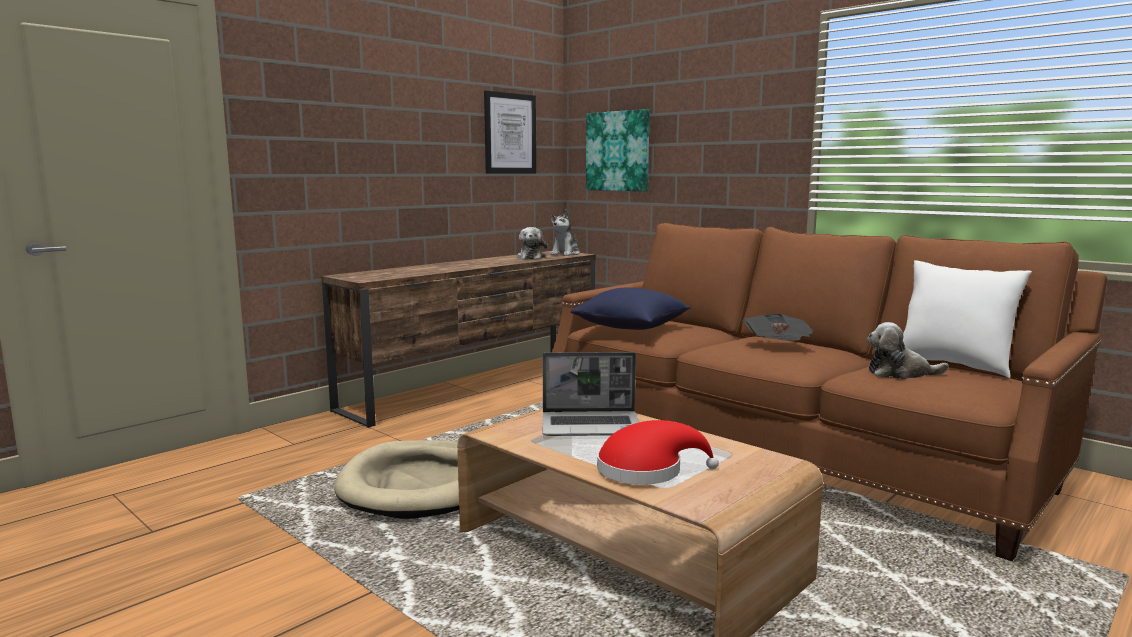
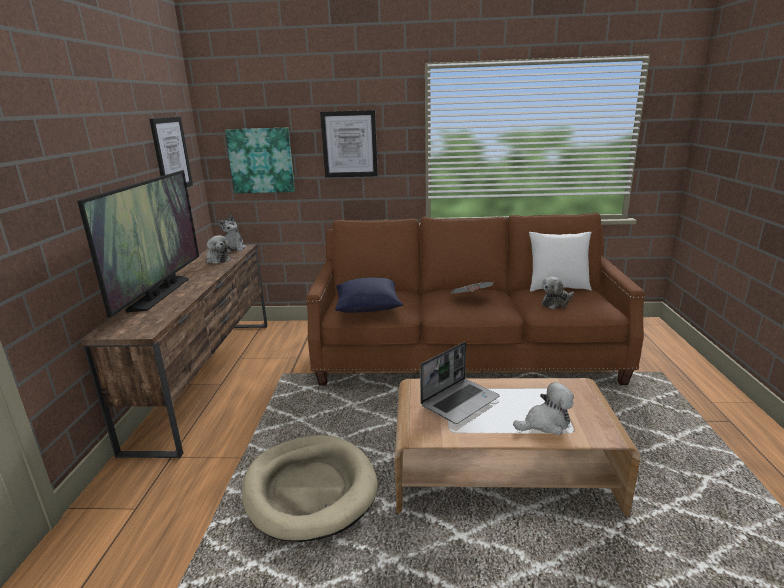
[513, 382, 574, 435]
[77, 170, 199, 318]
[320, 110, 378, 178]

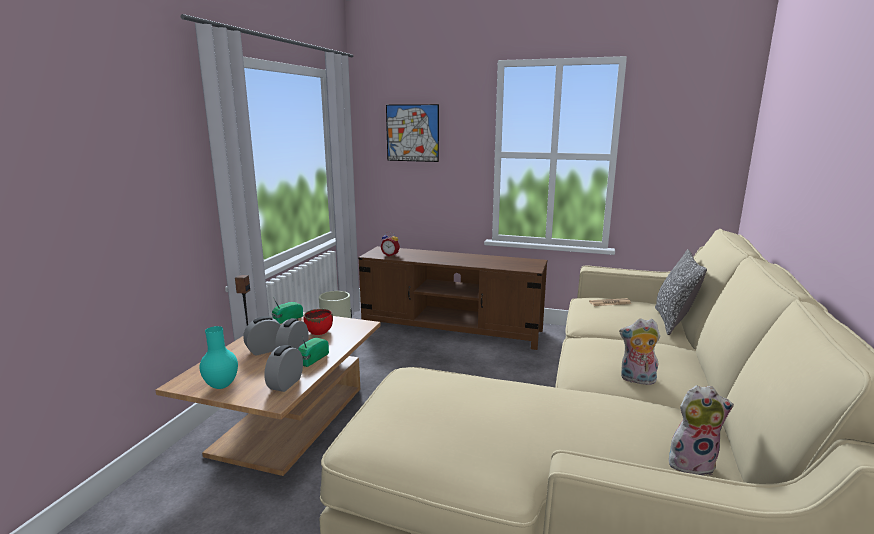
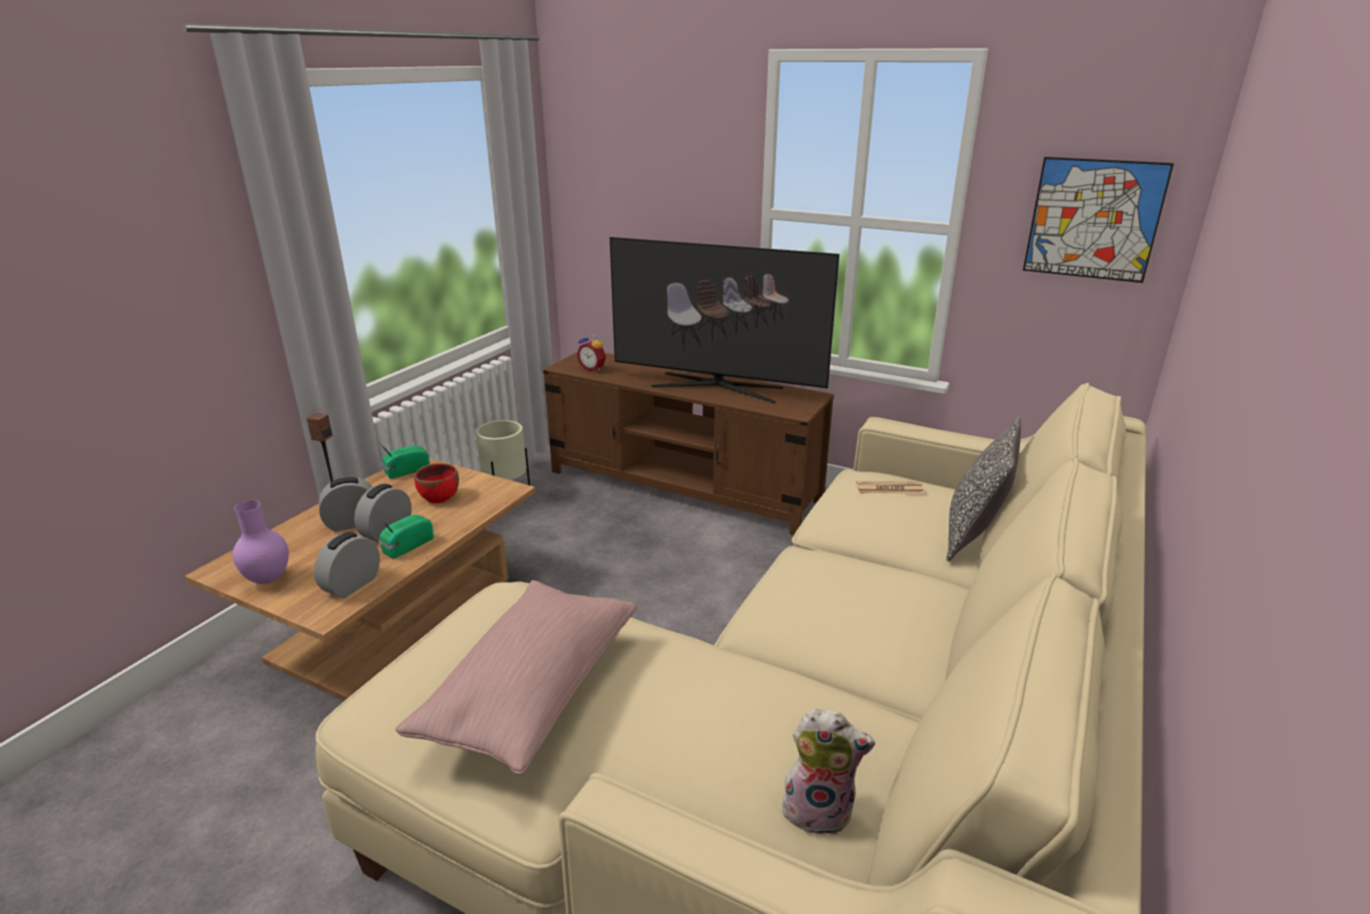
[233, 500, 289, 584]
[1023, 157, 1174, 283]
[619, 318, 660, 385] (first image)
[395, 580, 637, 776]
[610, 237, 839, 403]

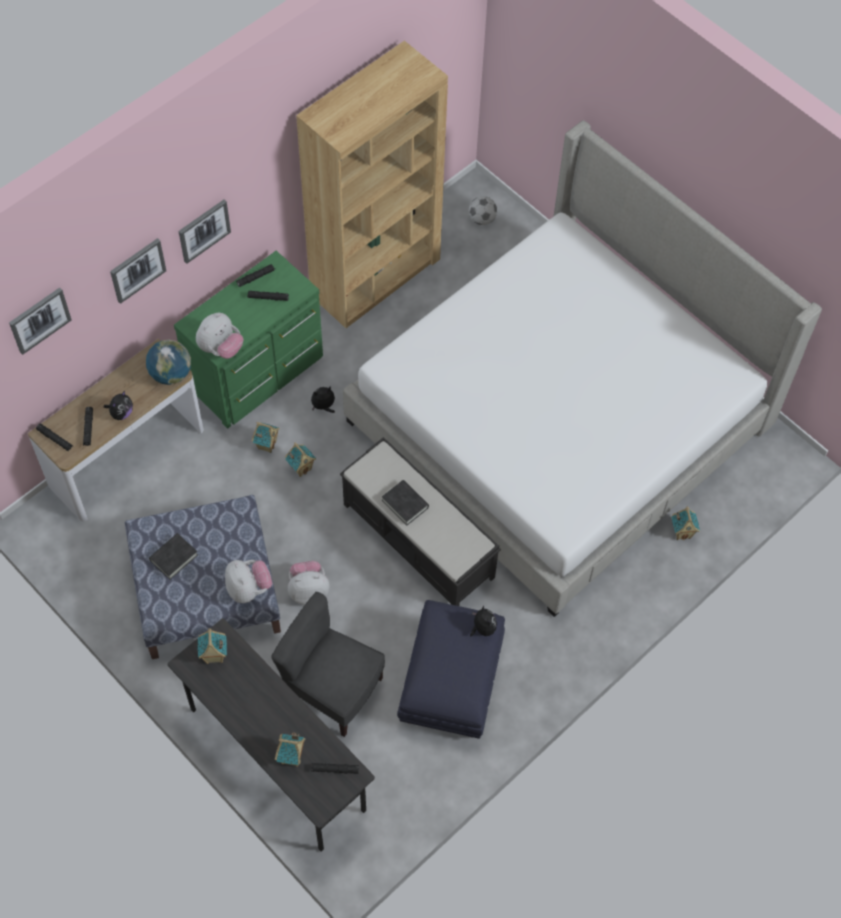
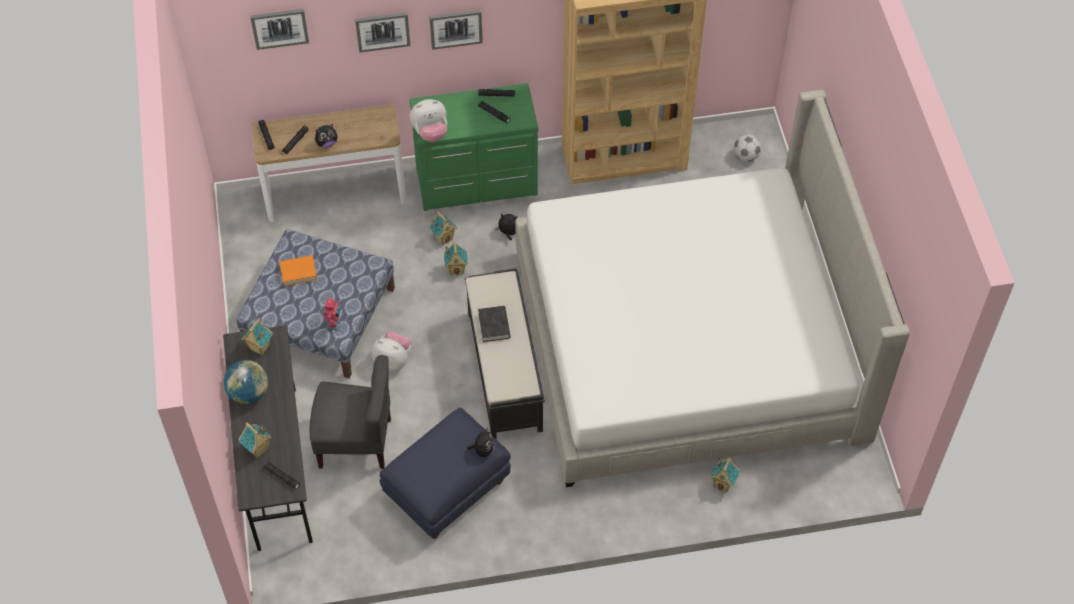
[224, 360, 268, 404]
[279, 255, 317, 286]
[324, 298, 341, 330]
[309, 355, 391, 469]

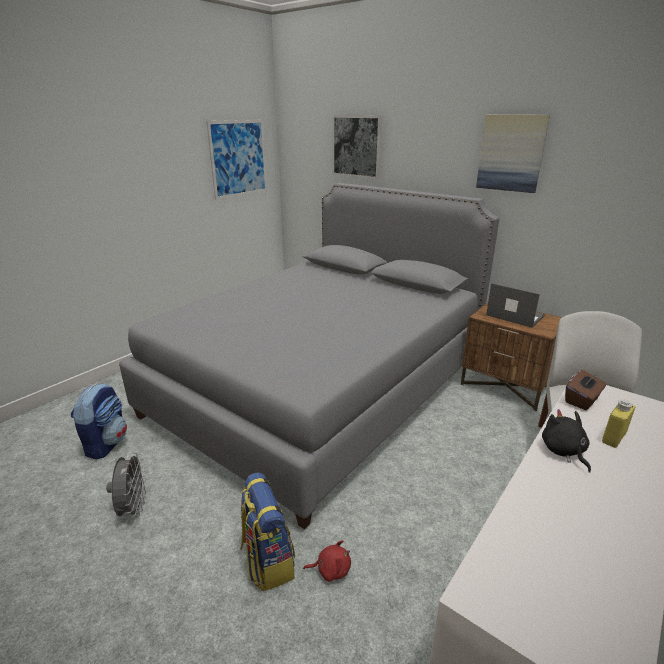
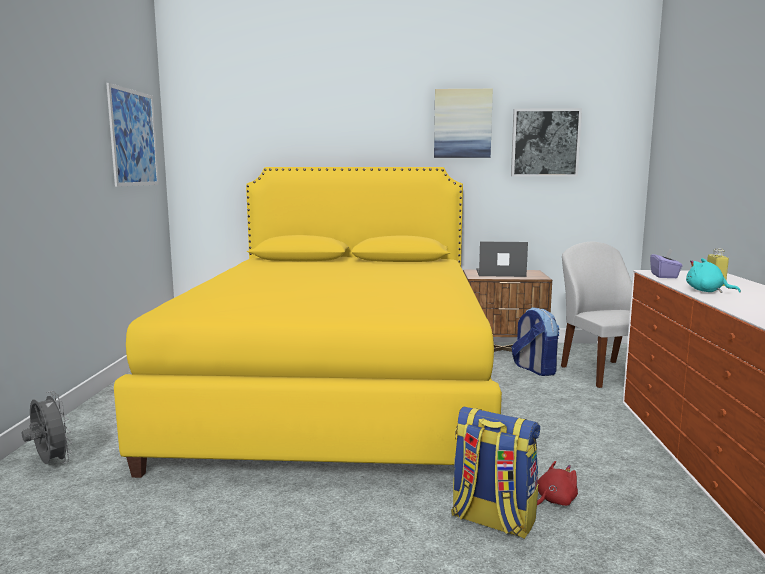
[512, 307, 559, 376]
[22, 391, 72, 464]
[114, 167, 502, 478]
[511, 108, 582, 176]
[686, 258, 741, 293]
[650, 248, 682, 278]

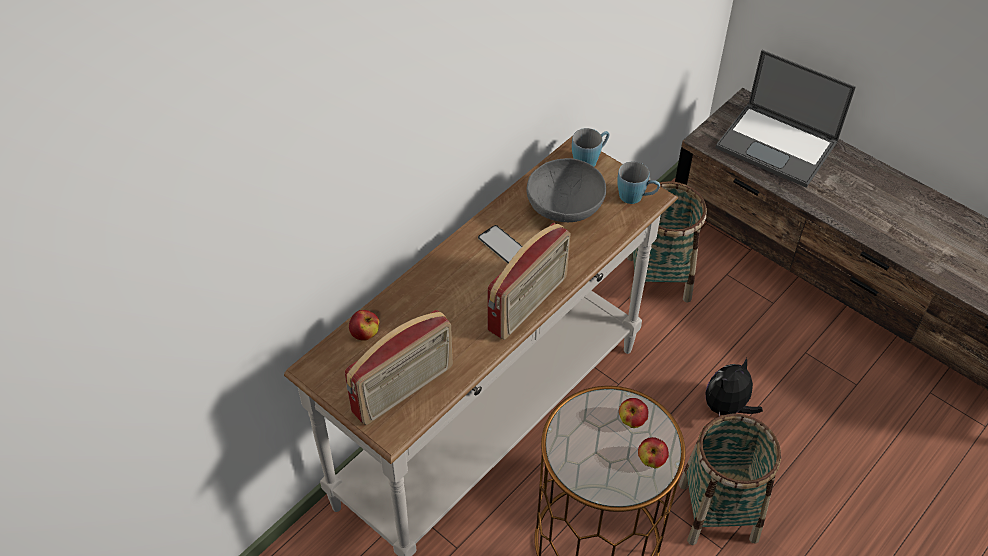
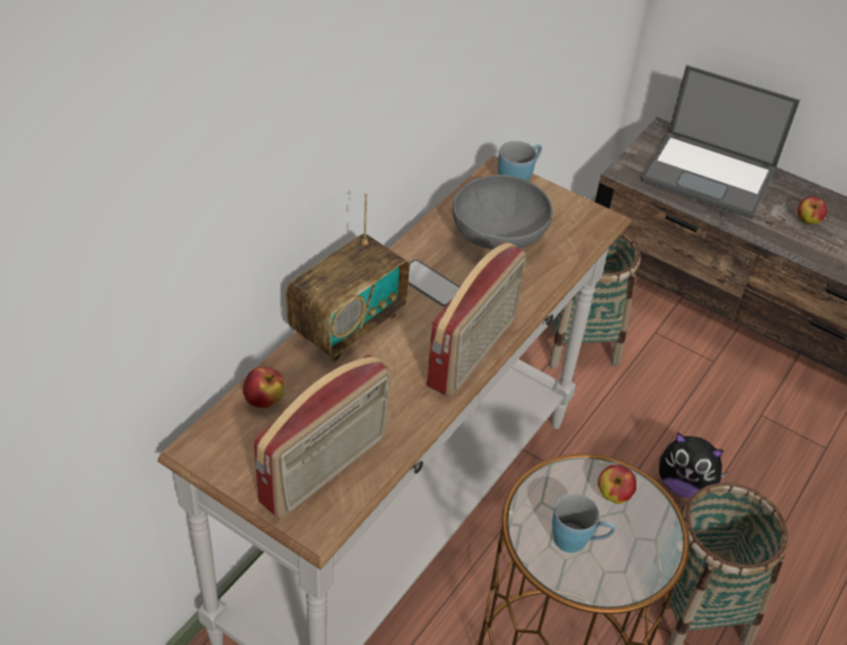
[552, 493, 616, 553]
[797, 197, 827, 225]
[659, 433, 729, 498]
[286, 192, 409, 362]

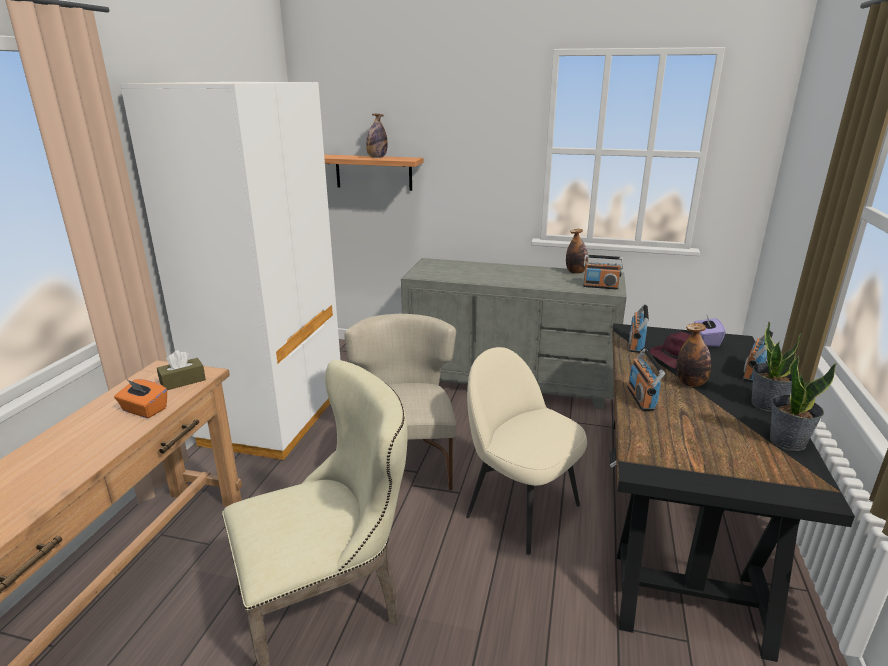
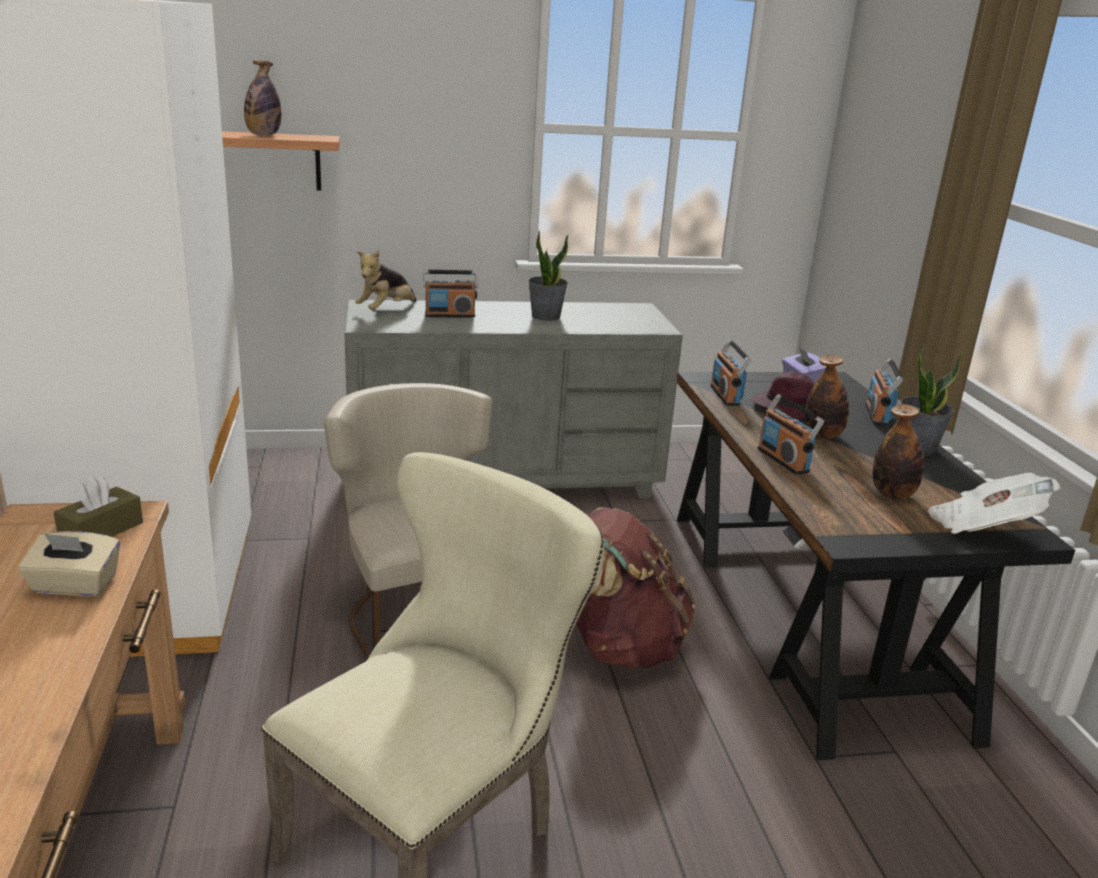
[18, 531, 120, 596]
[576, 507, 695, 669]
[872, 404, 924, 499]
[423, 270, 478, 318]
[528, 231, 568, 321]
[355, 250, 417, 310]
[928, 473, 1060, 534]

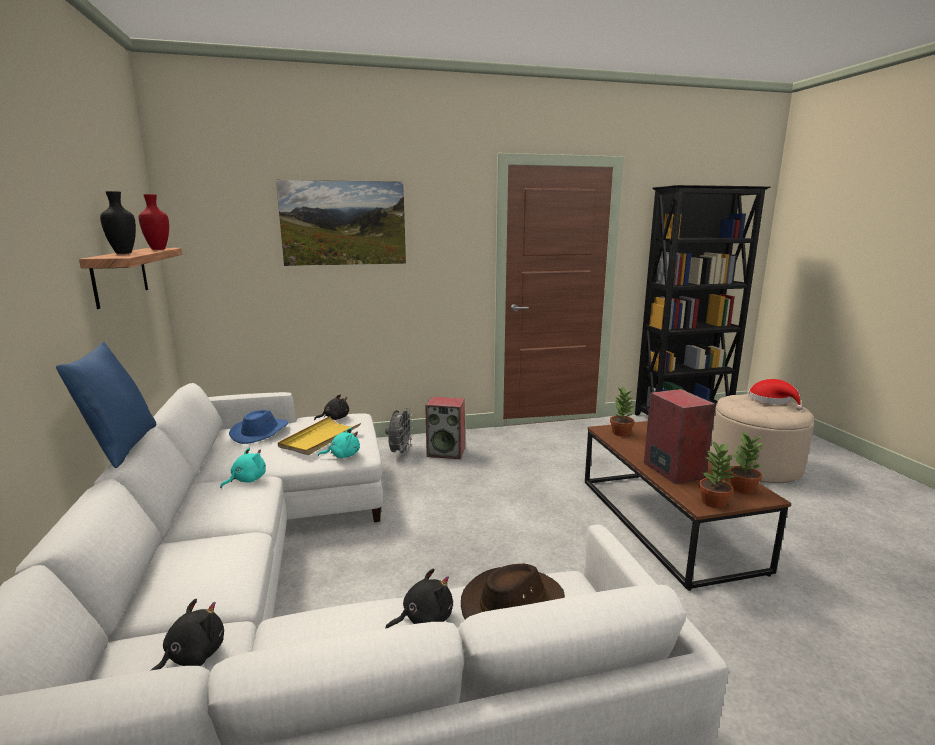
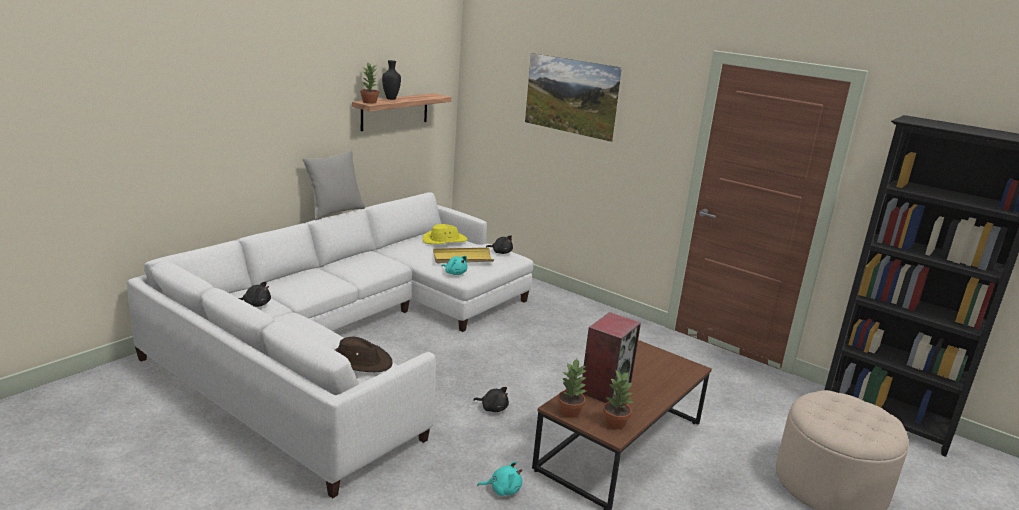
[303, 151, 365, 220]
[139, 194, 169, 250] (first image)
[477, 461, 522, 496]
[422, 224, 468, 244]
[385, 408, 413, 456] (first image)
[473, 387, 509, 412]
[425, 397, 465, 459] (first image)
[360, 63, 379, 104]
[748, 379, 803, 411] (first image)

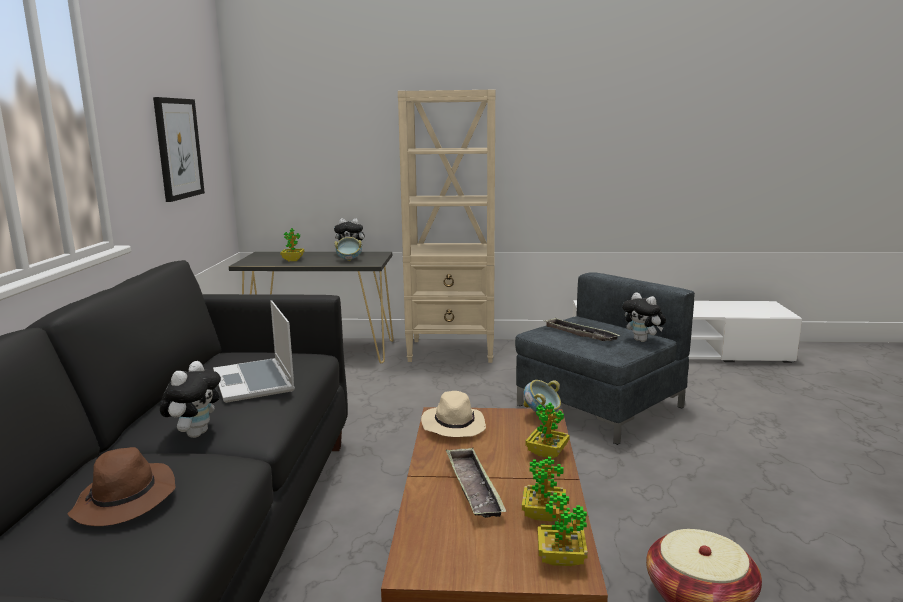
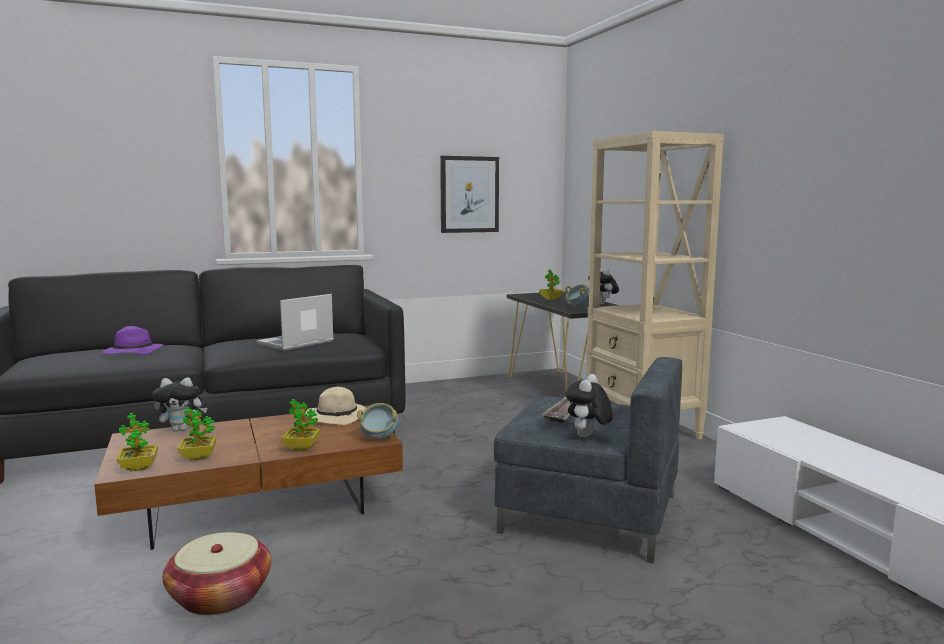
[102, 326, 163, 355]
[152, 377, 207, 431]
[446, 448, 507, 518] (first image)

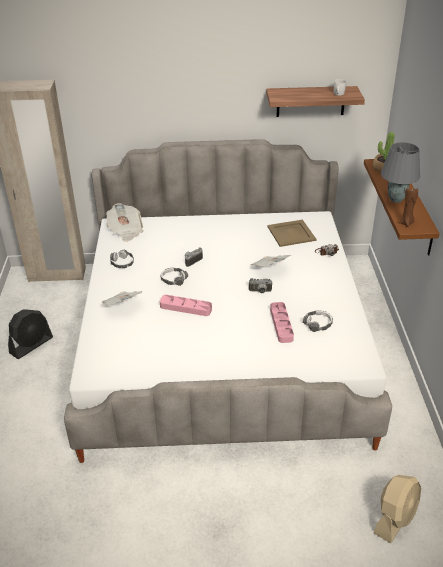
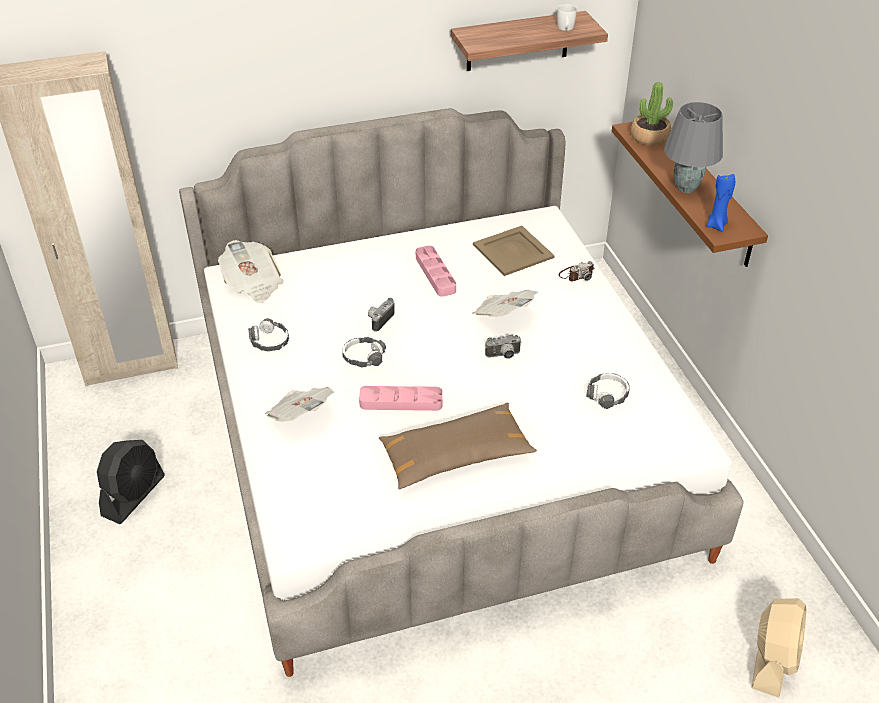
[416, 245, 456, 297]
[706, 174, 735, 232]
[379, 403, 537, 490]

